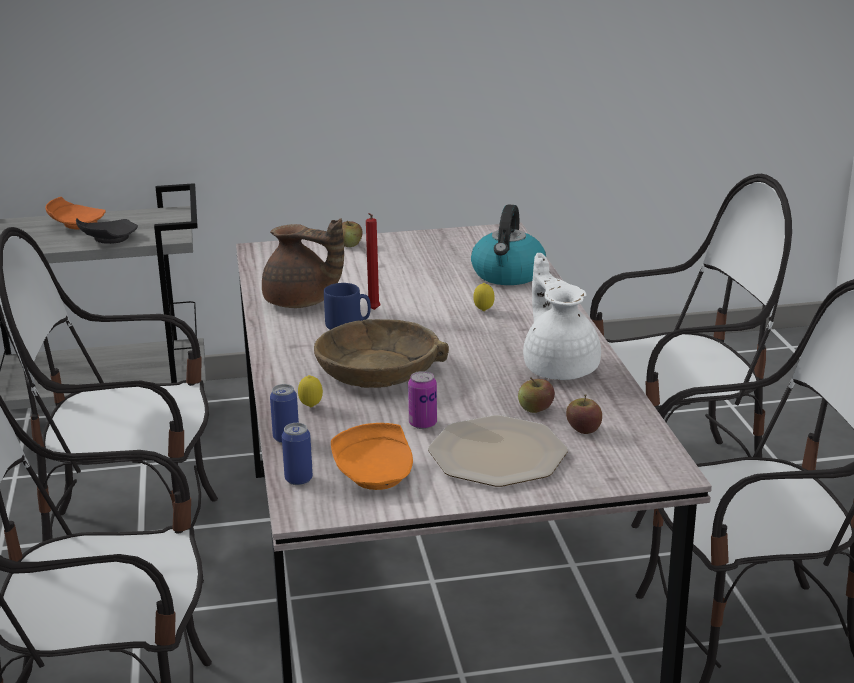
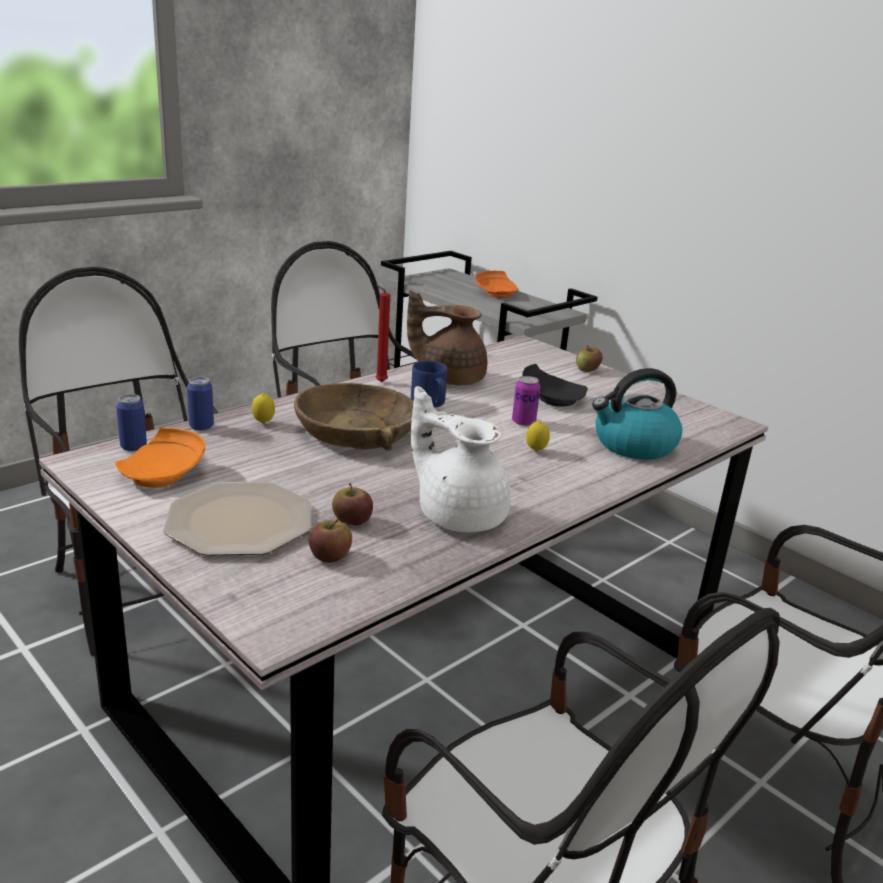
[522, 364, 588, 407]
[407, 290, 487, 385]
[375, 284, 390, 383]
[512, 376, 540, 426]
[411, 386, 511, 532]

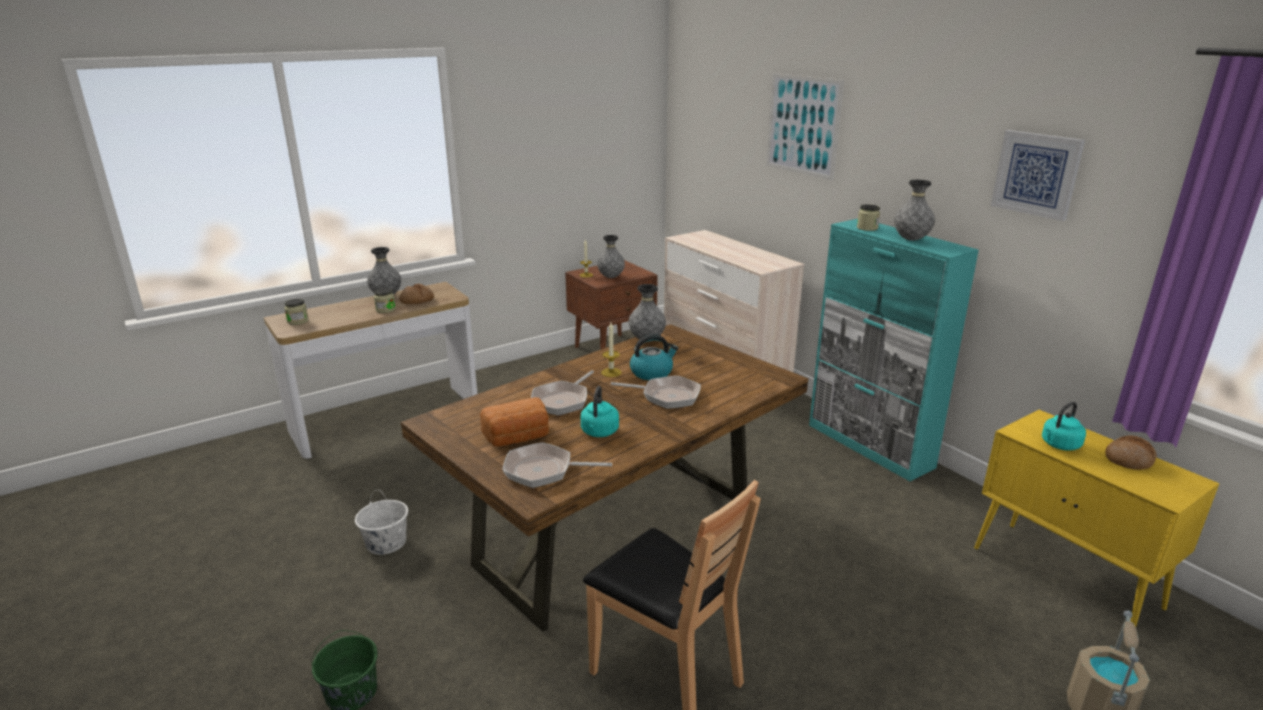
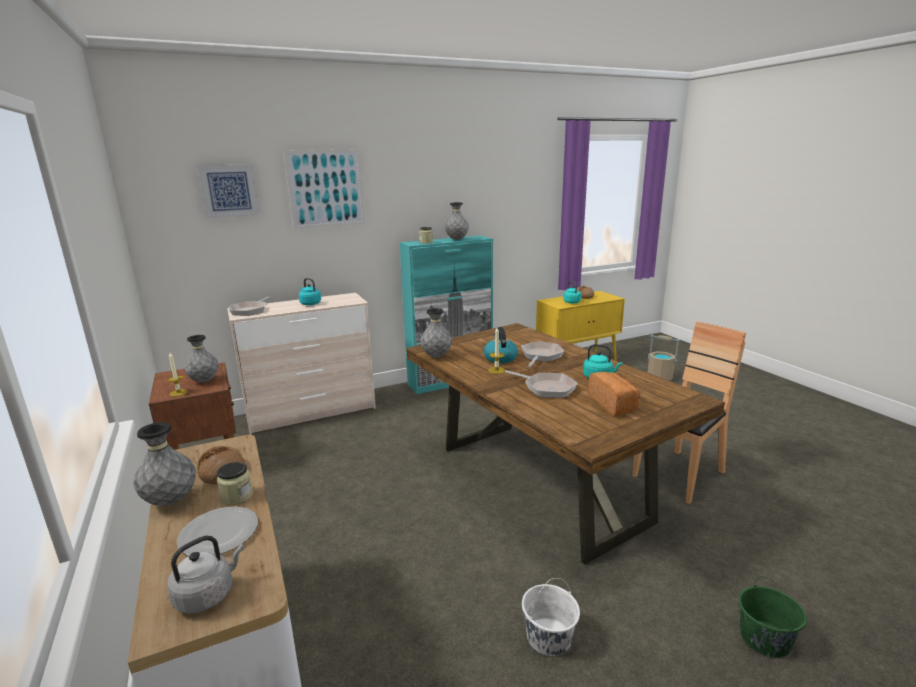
[167, 535, 244, 614]
[229, 296, 270, 316]
[197, 164, 259, 218]
[177, 507, 258, 556]
[299, 278, 321, 305]

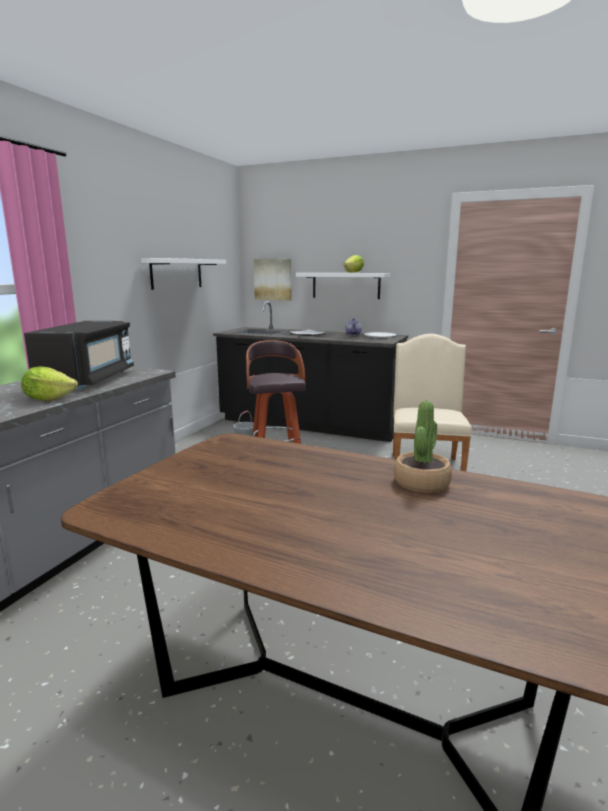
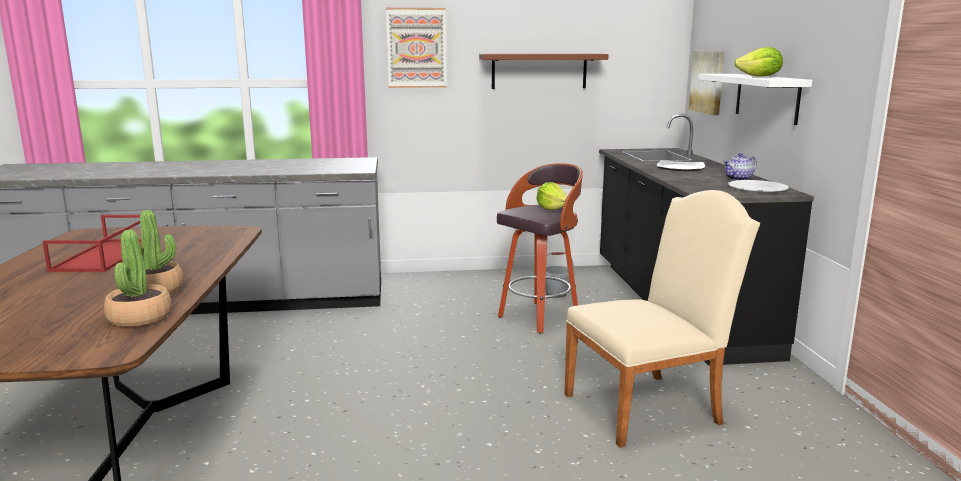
[537, 182, 567, 210]
[24, 321, 134, 390] (first image)
[479, 54, 609, 89]
[42, 215, 141, 272]
[104, 230, 172, 327]
[386, 8, 447, 88]

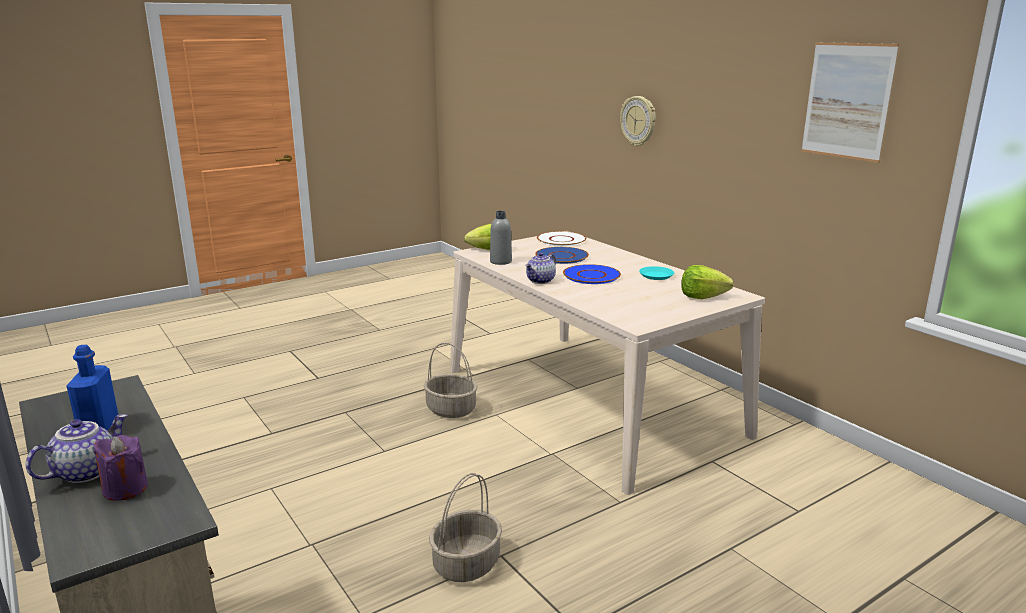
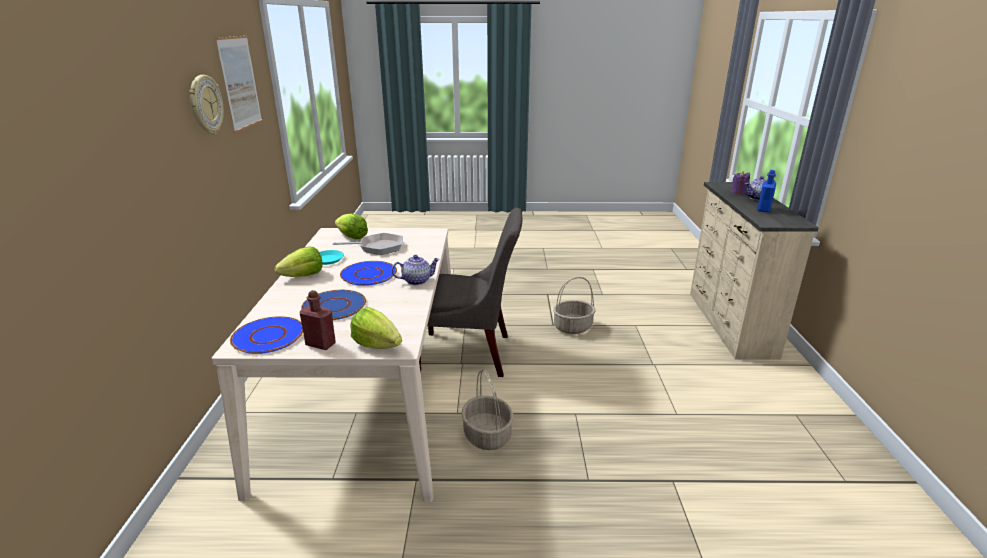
[490, 211, 512, 265] (first image)
[230, 316, 303, 354]
[189, 75, 224, 135]
[275, 247, 323, 277]
[299, 290, 336, 350]
[333, 233, 403, 255]
[419, 208, 522, 377]

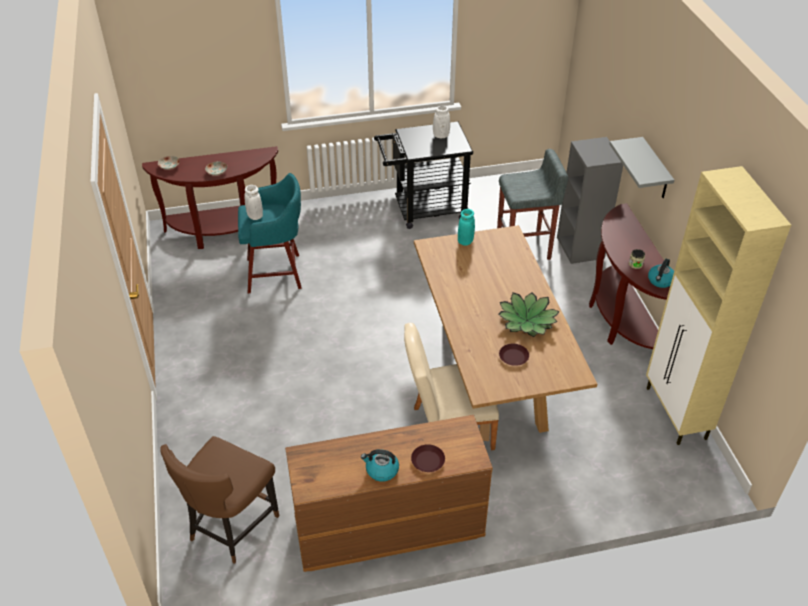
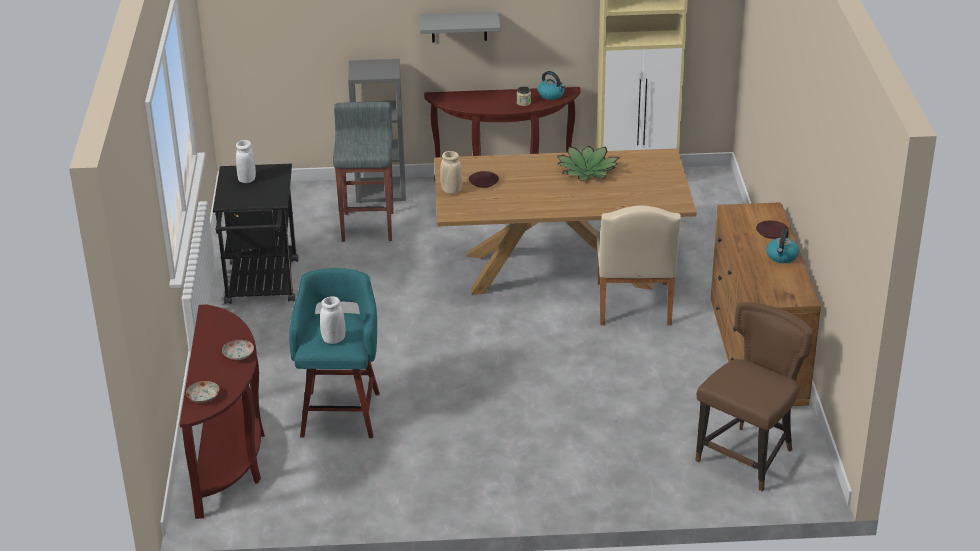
[695, 302, 812, 491]
[440, 151, 462, 194]
[469, 171, 499, 188]

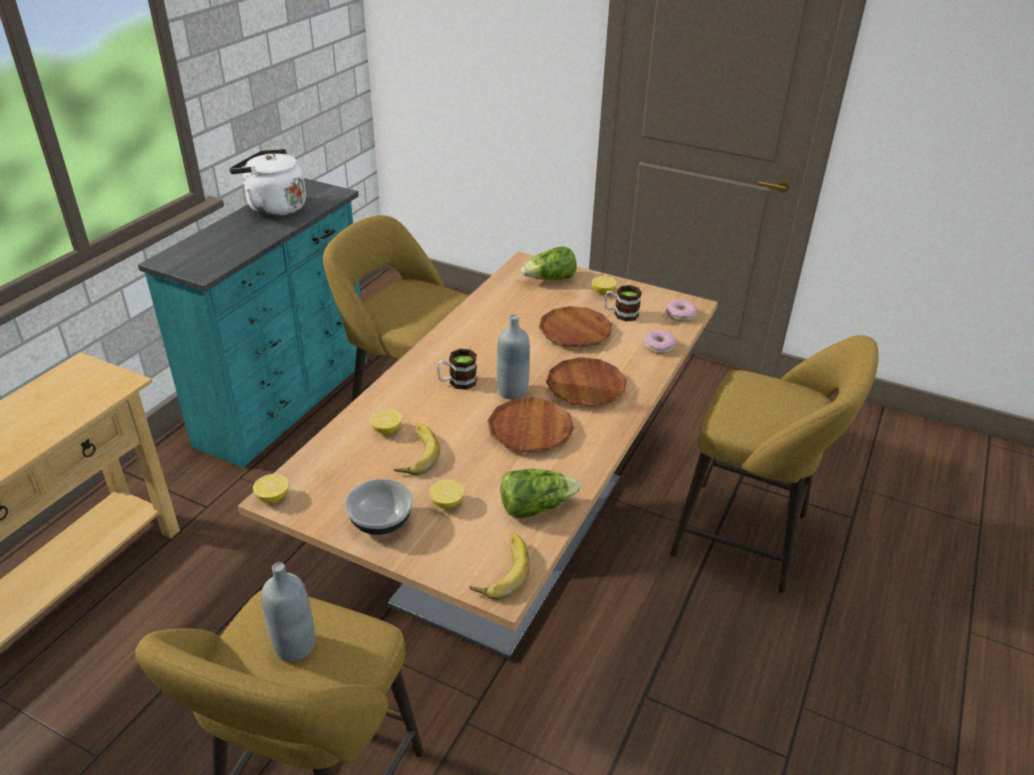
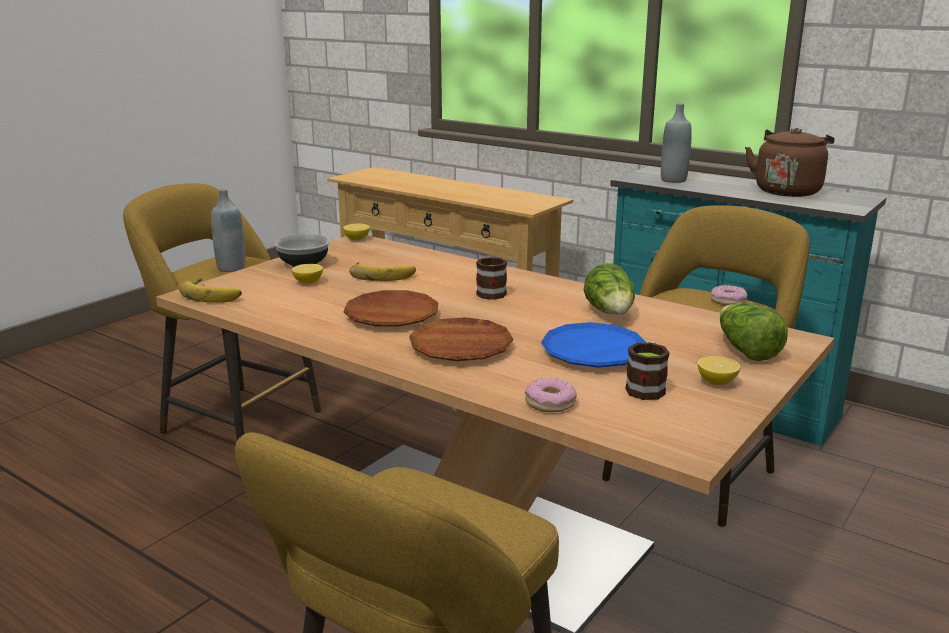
[745, 128, 835, 197]
[370, 409, 402, 434] (first image)
[661, 103, 692, 183]
[584, 263, 635, 315]
[541, 322, 647, 368]
[711, 285, 747, 306]

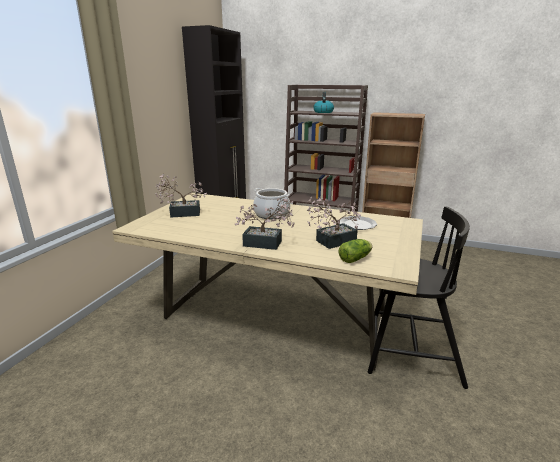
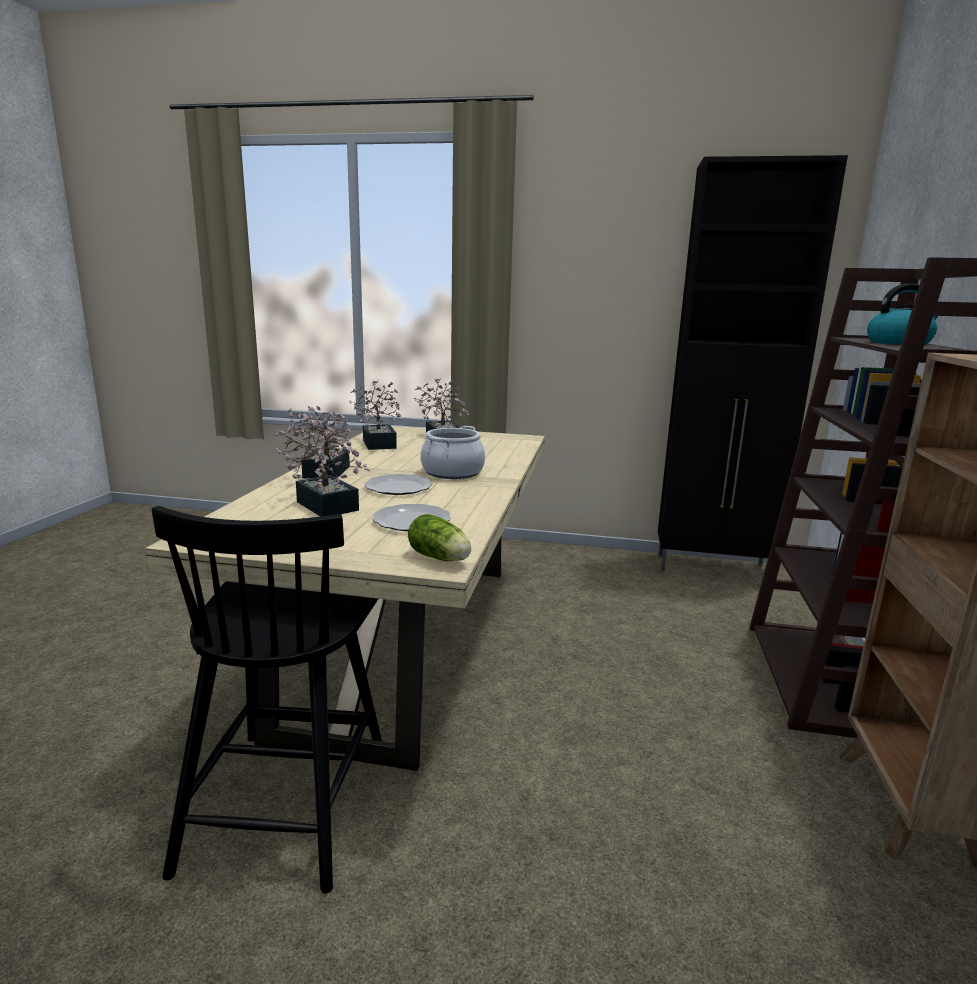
[408, 514, 471, 561]
[349, 380, 403, 450]
[364, 474, 433, 495]

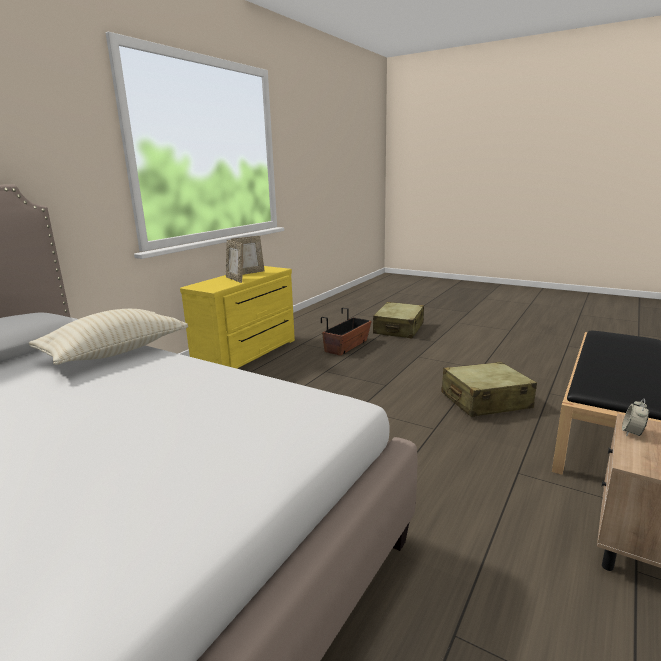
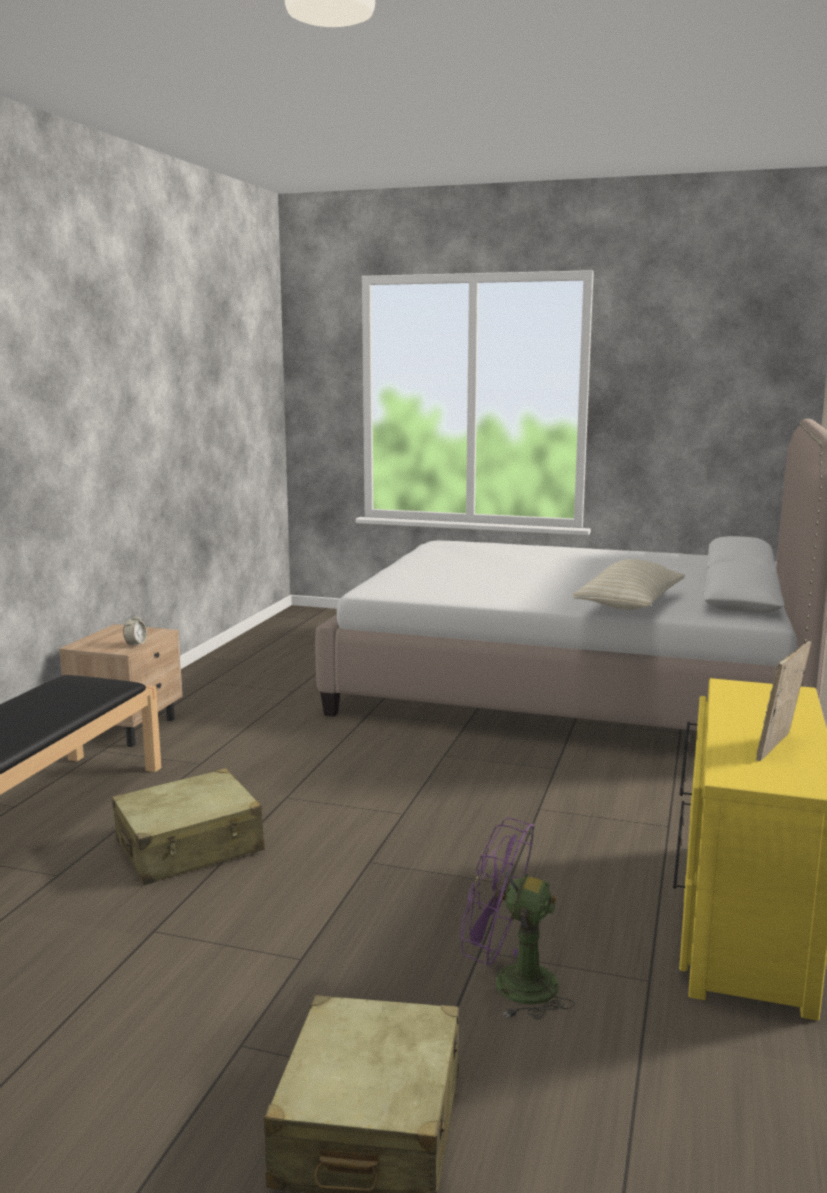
[226, 240, 243, 283] (first image)
[461, 817, 575, 1020]

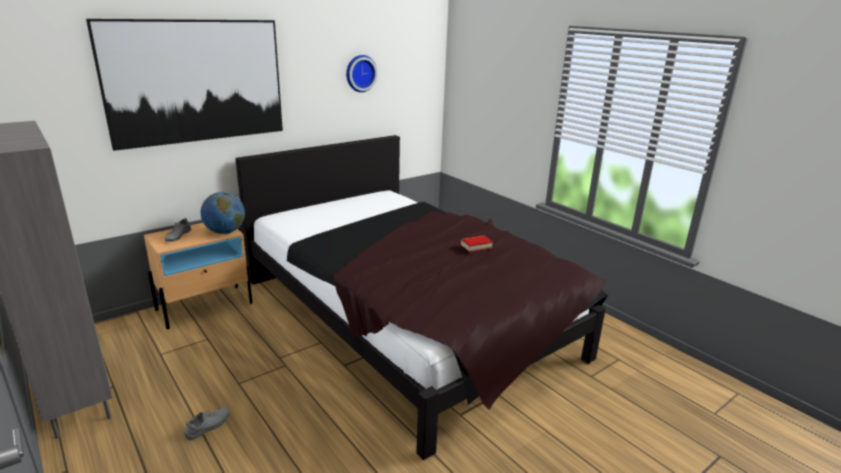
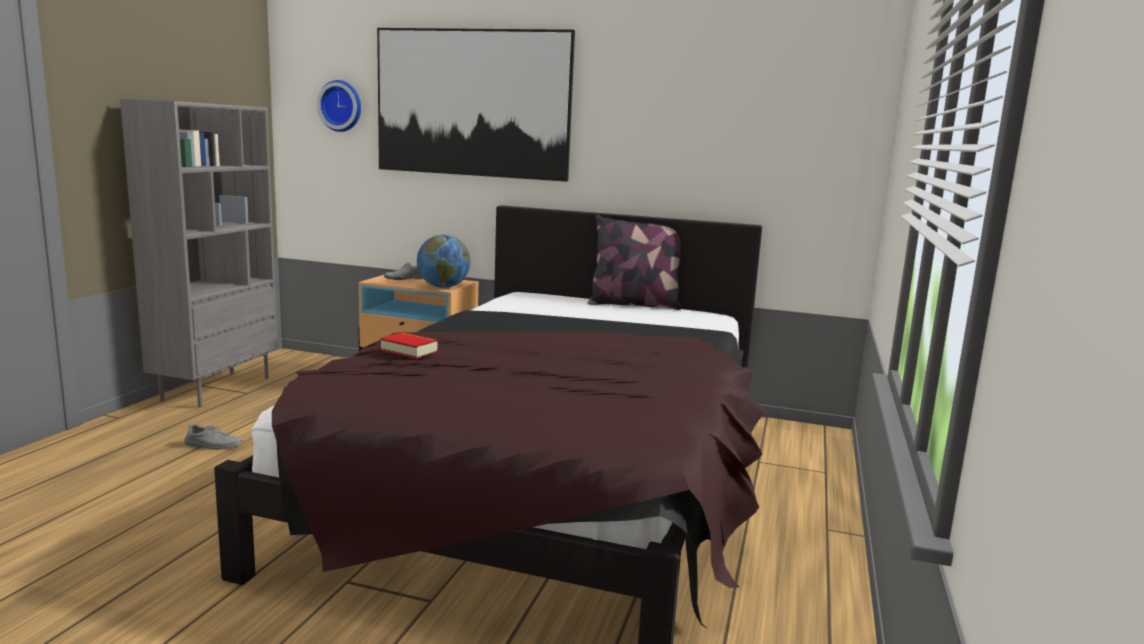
[317, 80, 361, 132]
[380, 332, 438, 359]
[588, 215, 681, 310]

